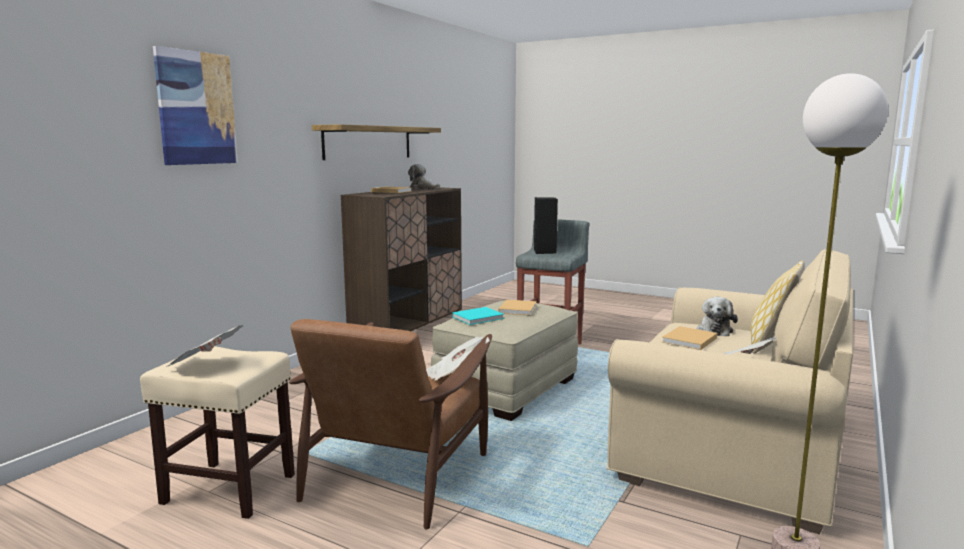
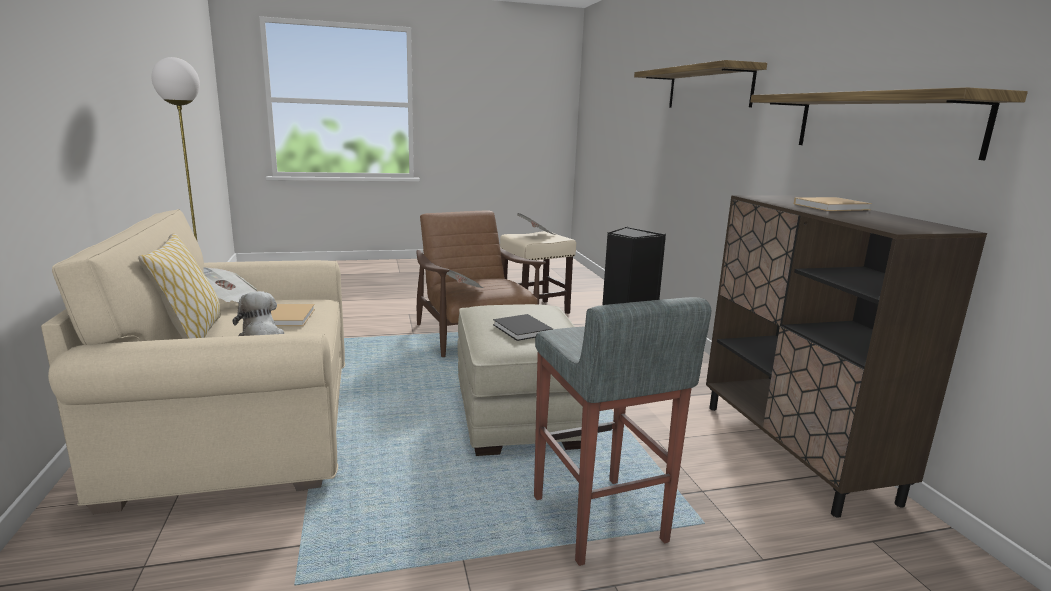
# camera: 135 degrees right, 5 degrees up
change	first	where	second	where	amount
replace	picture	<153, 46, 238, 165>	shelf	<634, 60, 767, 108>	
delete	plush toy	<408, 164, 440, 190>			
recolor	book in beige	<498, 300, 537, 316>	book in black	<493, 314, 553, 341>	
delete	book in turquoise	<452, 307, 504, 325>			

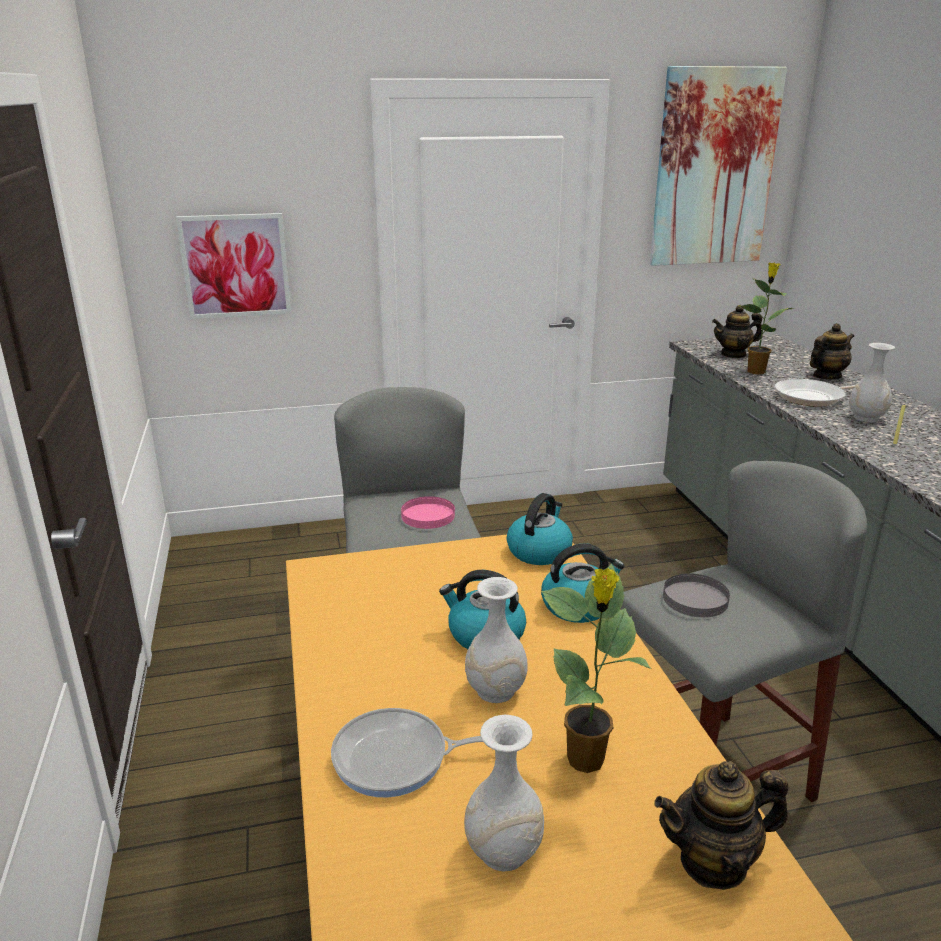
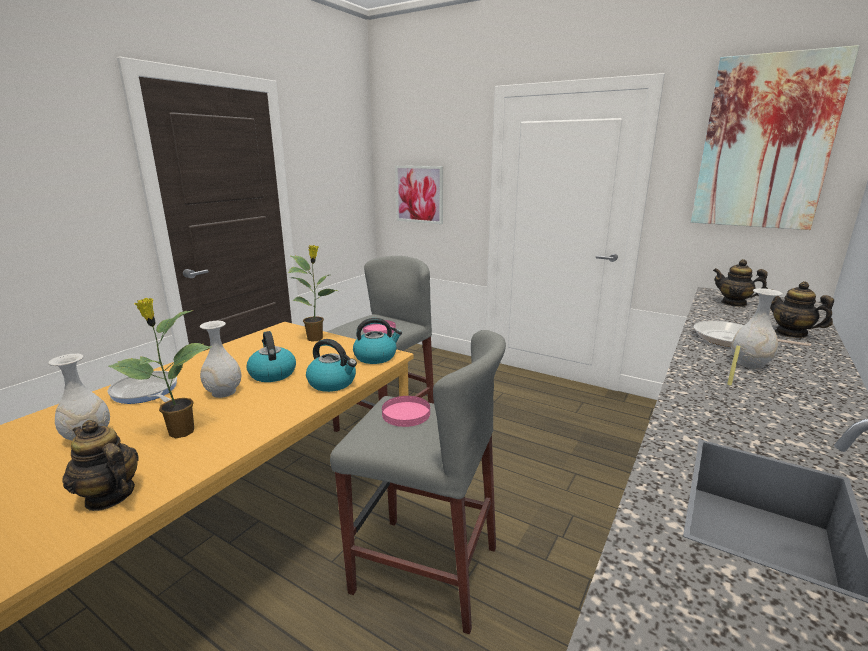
# camera: 45 degrees right, 5 degrees down
change	first	where	second	where	amount
move	potted plant	<738, 262, 793, 375>		<288, 245, 338, 342>	
rotate	teapot	<810, 323, 854, 380>		<770, 281, 834, 338>	135 degrees counterclockwise
recolor	plate in grey	<663, 573, 730, 617>	plate in pink	<382, 396, 430, 427>	

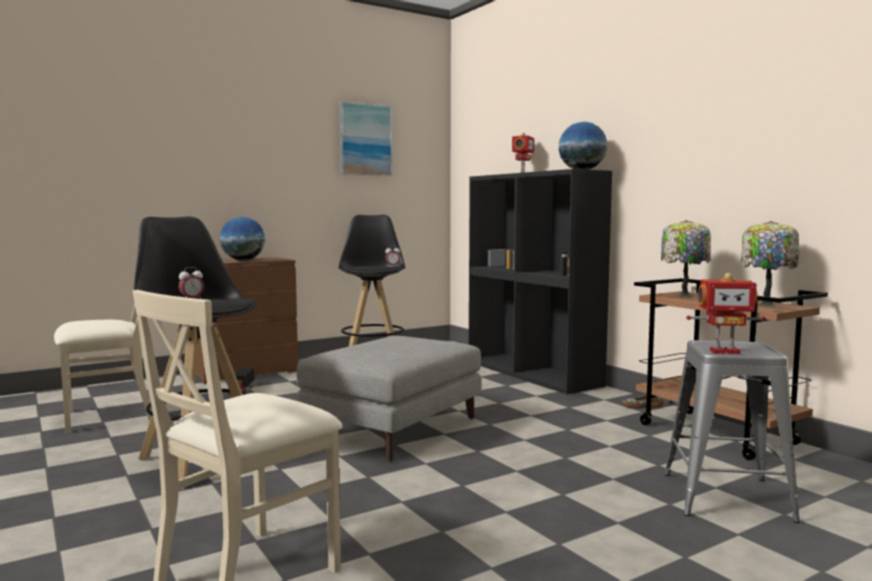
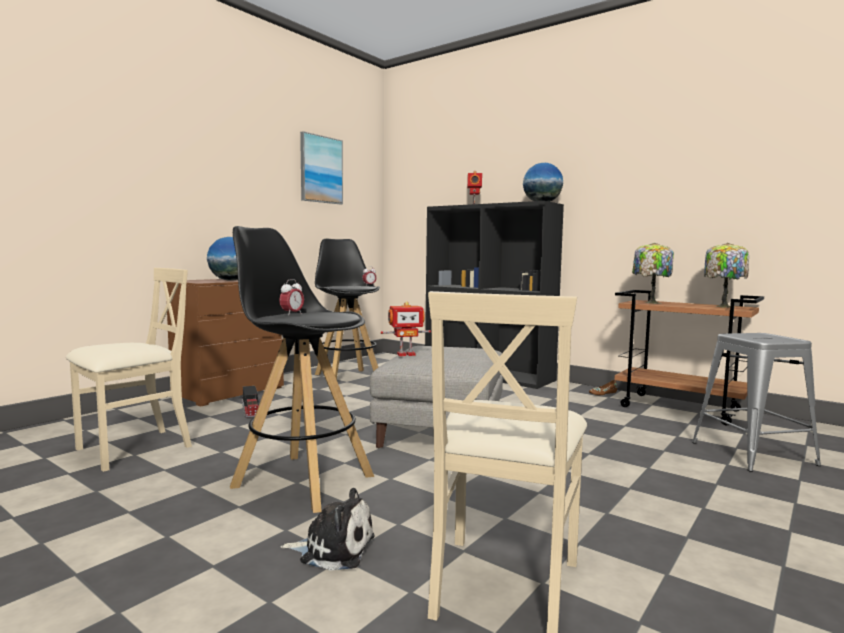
# camera: 20 degrees left, 0 degrees up
change	first	where	second	where	amount
move	toy robot	<686, 273, 766, 354>		<381, 301, 431, 356>	
insert			plush toy	<280, 488, 375, 571>	

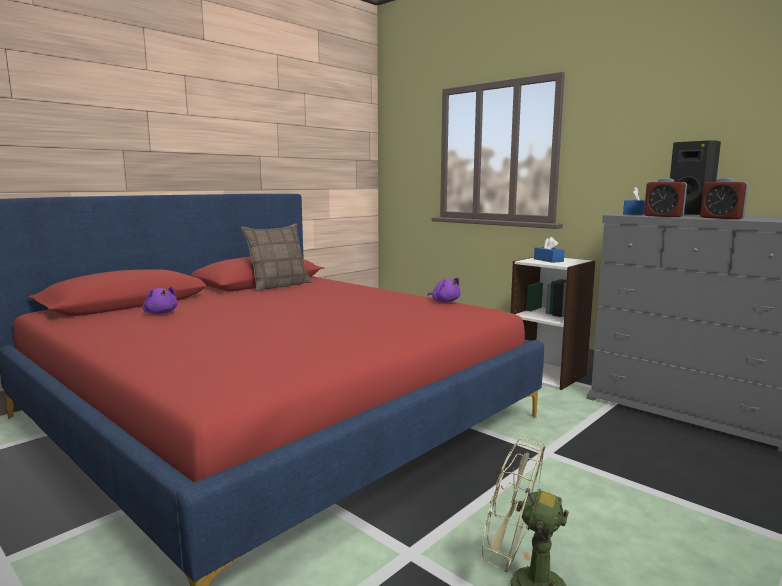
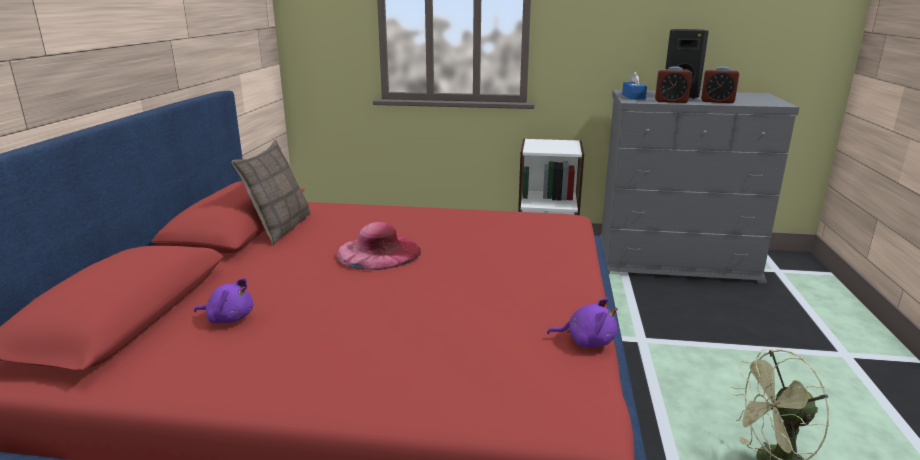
# camera: 35 degrees left, 10 degrees up
change	first	where	second	where	amount
delete	tissue box in blue	<534, 237, 565, 263>			
move	plush toy in purple	<427, 277, 461, 303>		<547, 298, 618, 347>	
insert			hat in pink	<337, 222, 421, 270>	

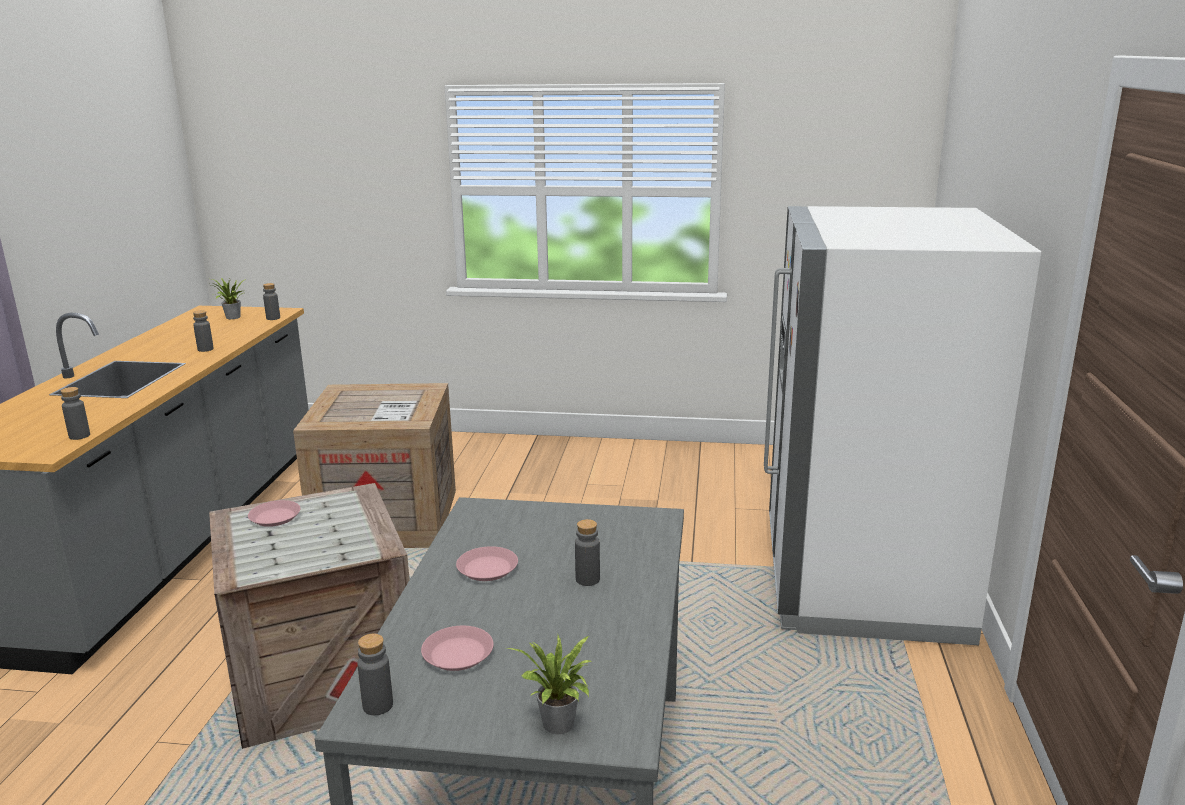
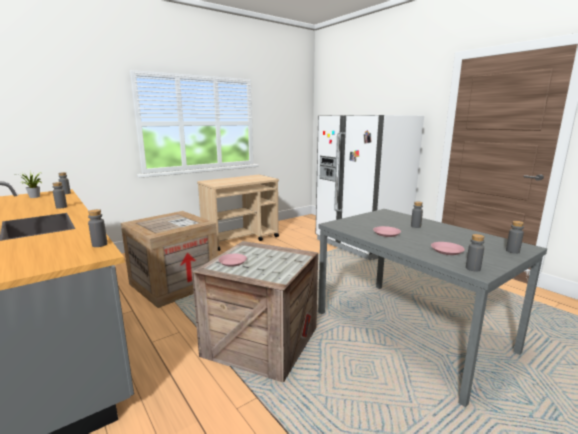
# camera: 45 degrees left, 5 degrees down
change	first	where	second	where	amount
replace	potted plant	<506, 635, 593, 734>	bottle in grey	<506, 221, 524, 254>	
insert			cart in beige	<197, 175, 279, 251>	

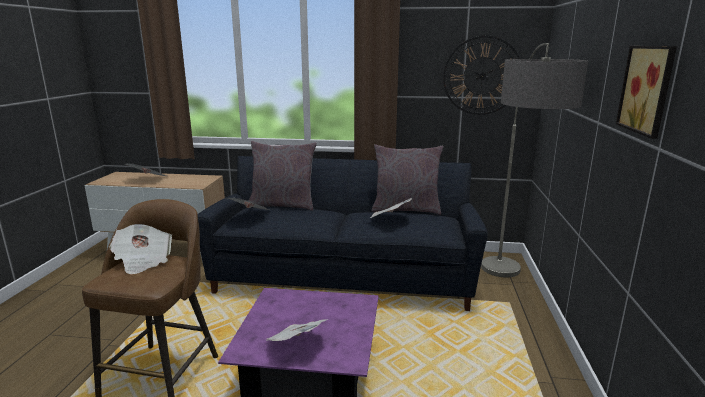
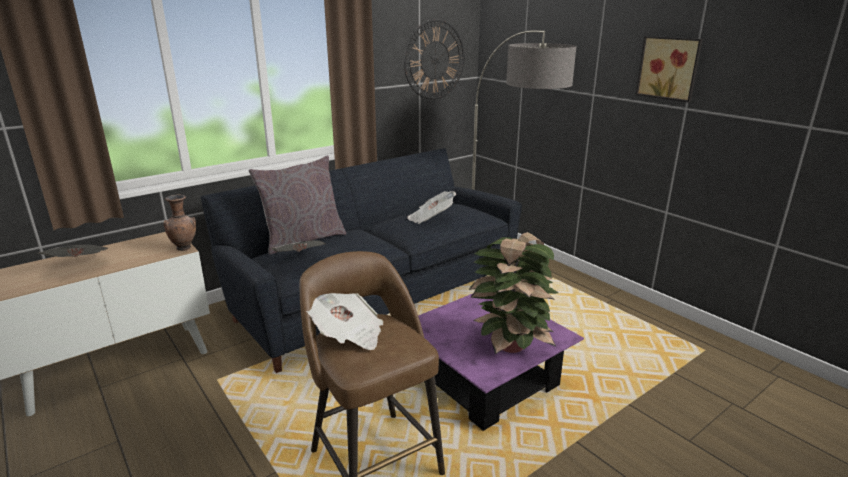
# camera: 45 degrees left, 5 degrees up
change	first	where	second	where	amount
delete	pillow in grey	<372, 144, 443, 215>			
replace	newspaper	<265, 320, 326, 341>	potted plant	<469, 232, 558, 354>	
insert			vase in brown	<163, 195, 196, 251>	

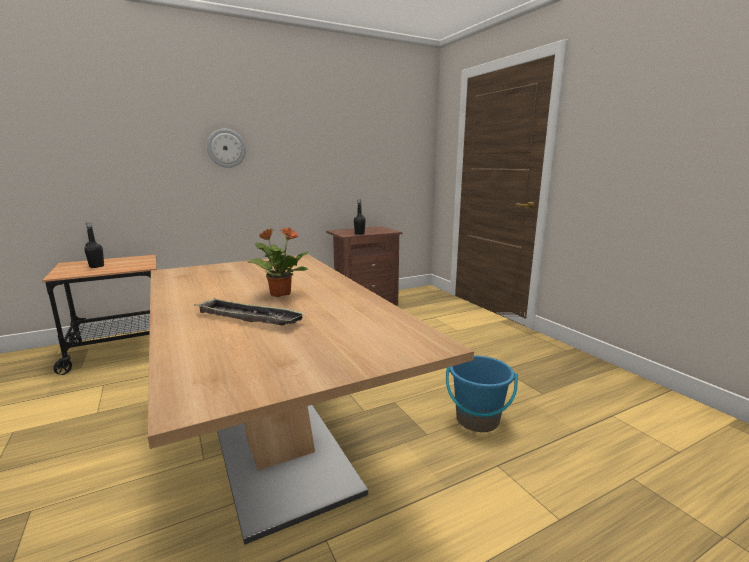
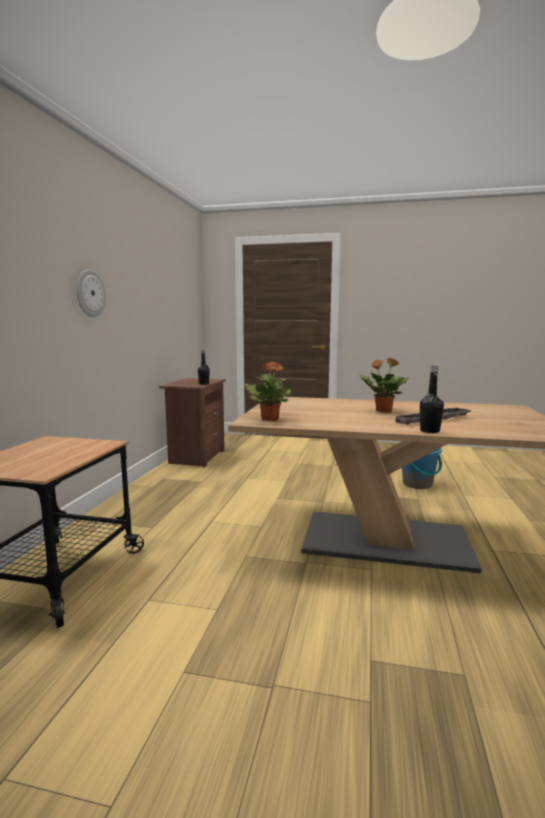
# camera: 50 degrees left, 5 degrees down
change	first	where	second	where	amount
move	bottle in black	<84, 222, 104, 268>		<420, 366, 444, 433>	
insert			potted plant	<245, 362, 292, 421>	

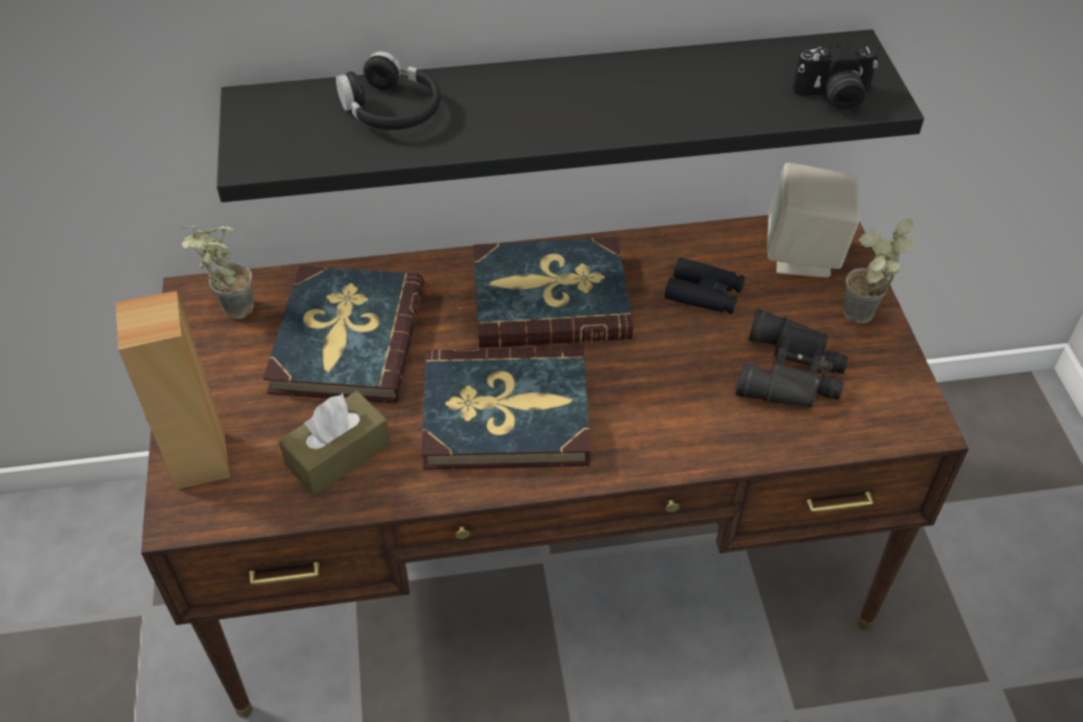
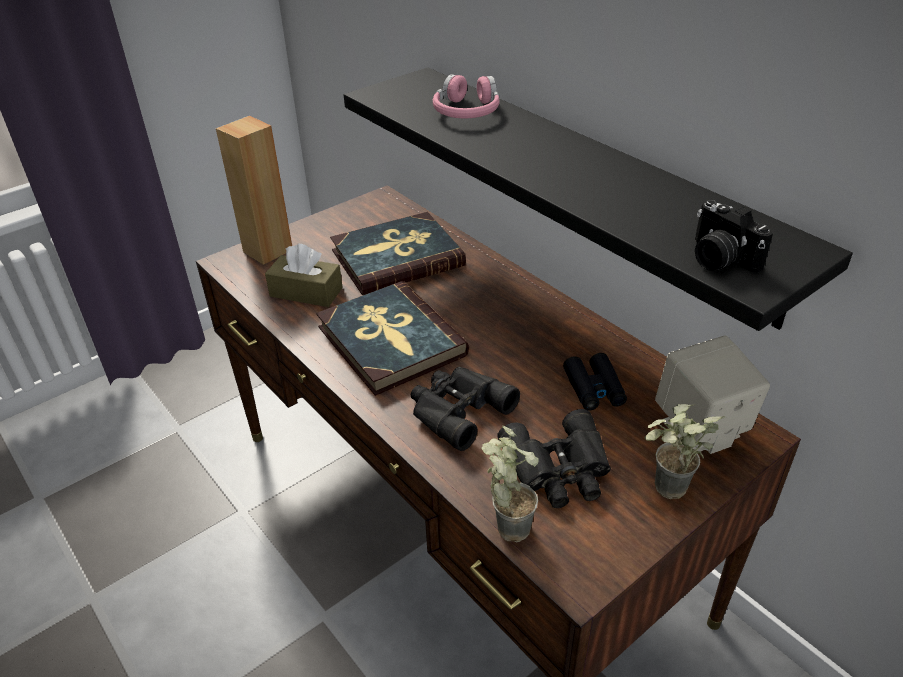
# camera: 60 degrees right, 10 degrees down
change	first	where	second	where	amount
recolor	headphones in black	<336, 51, 441, 130>	headphones in pink	<433, 74, 499, 118>	
move	potted plant	<181, 225, 254, 319>		<481, 426, 539, 542>	
delete	book	<473, 237, 633, 348>			
insert			binoculars in black	<411, 367, 520, 451>	

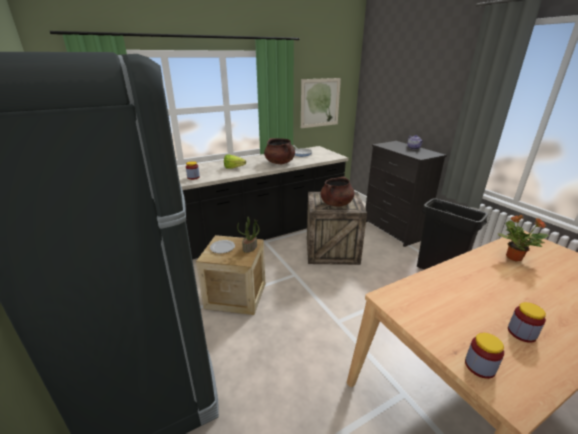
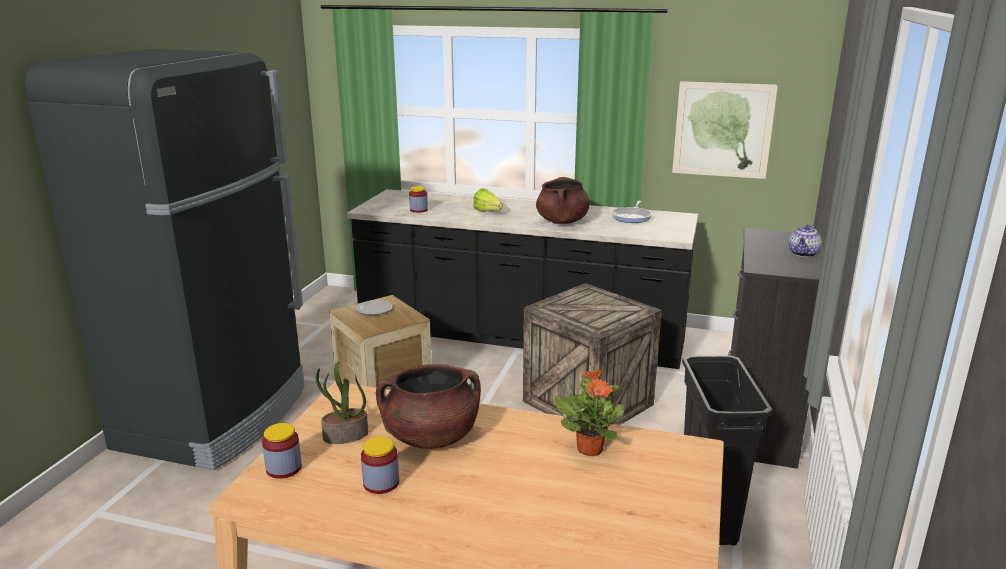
# camera: 45 degrees right, 5 degrees down
change	first	where	second	where	amount
move	cooking pot in brown	<321, 177, 355, 207>		<376, 364, 481, 449>	
move	potted plant	<237, 217, 260, 253>		<316, 363, 368, 444>	

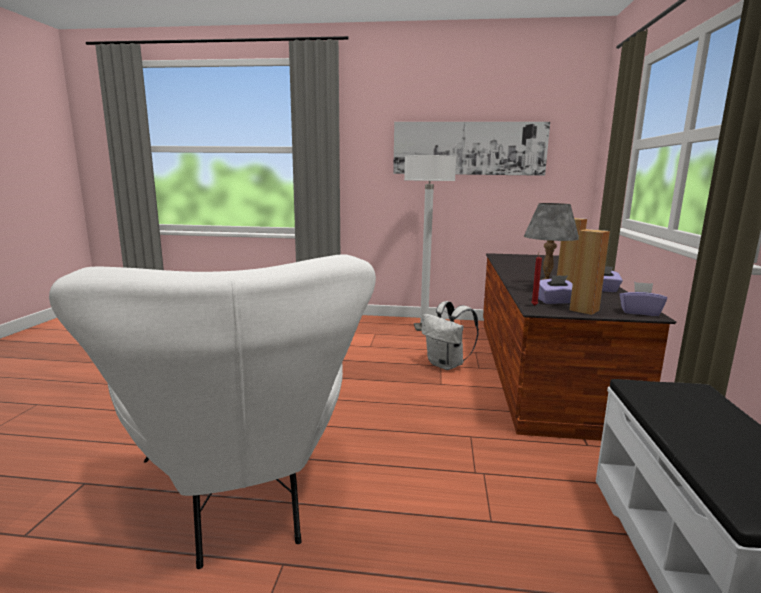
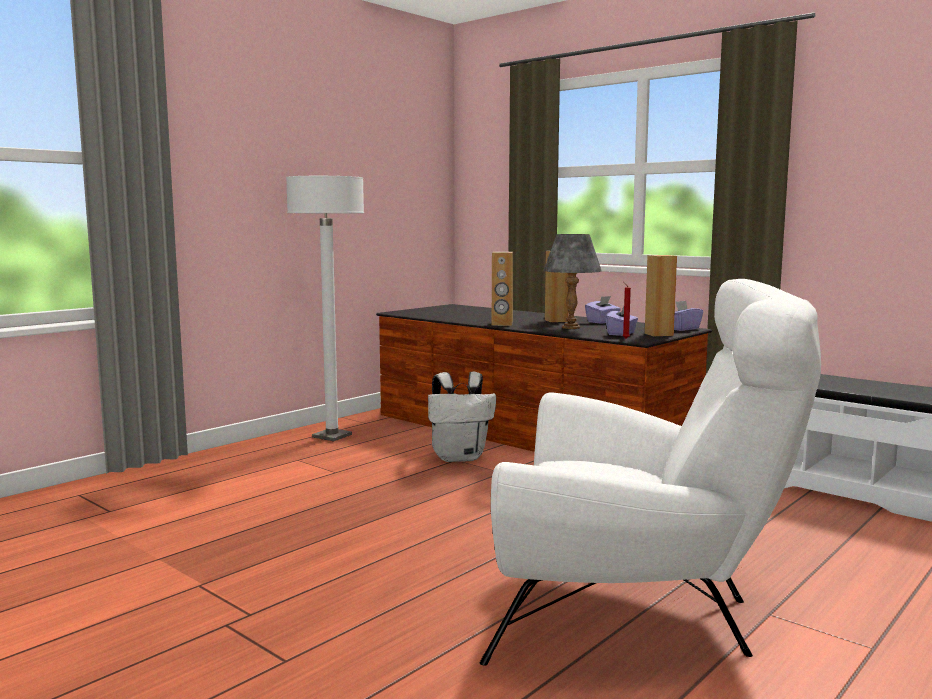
# camera: 55 degrees left, 5 degrees down
change	first	where	second	where	amount
delete	picture	<393, 122, 550, 176>			
insert			speaker in brown	<492, 252, 513, 326>	

